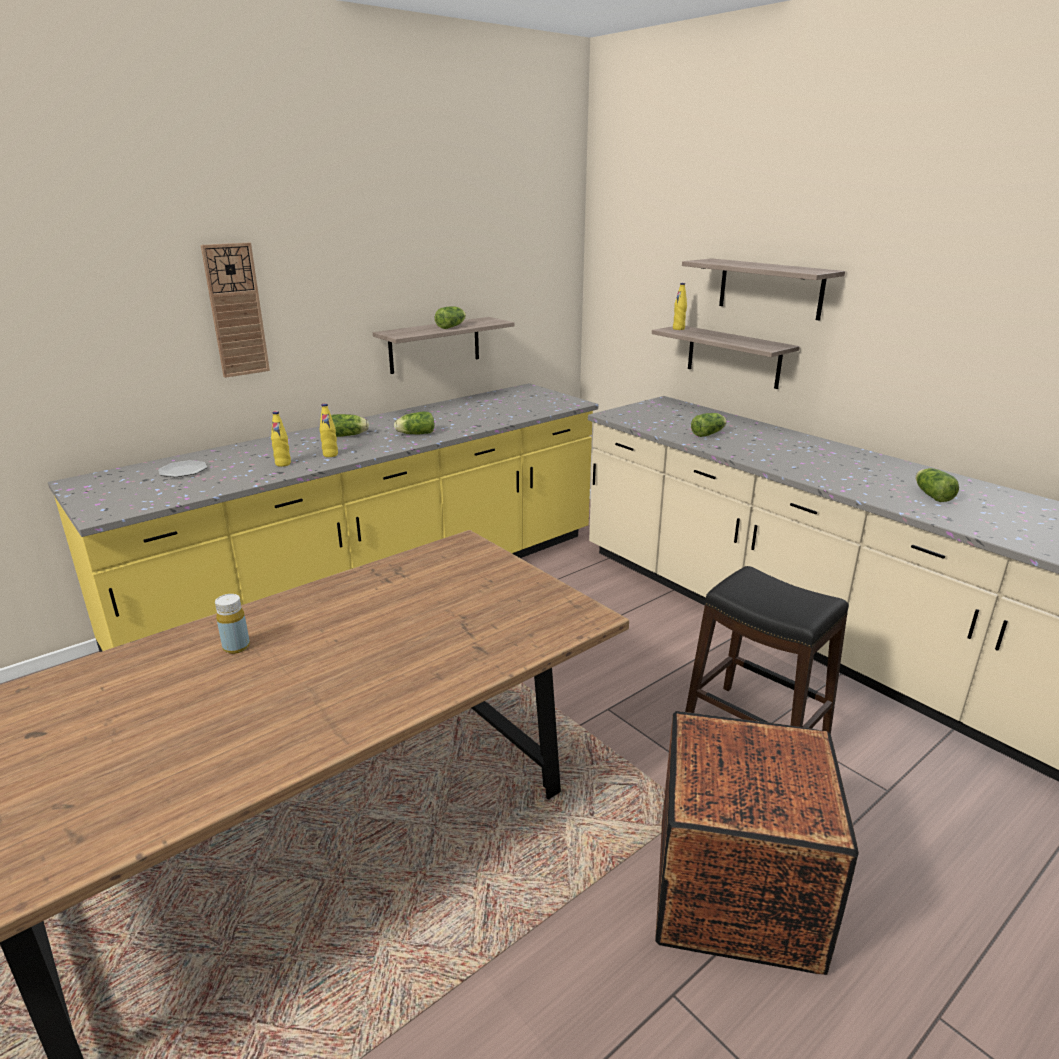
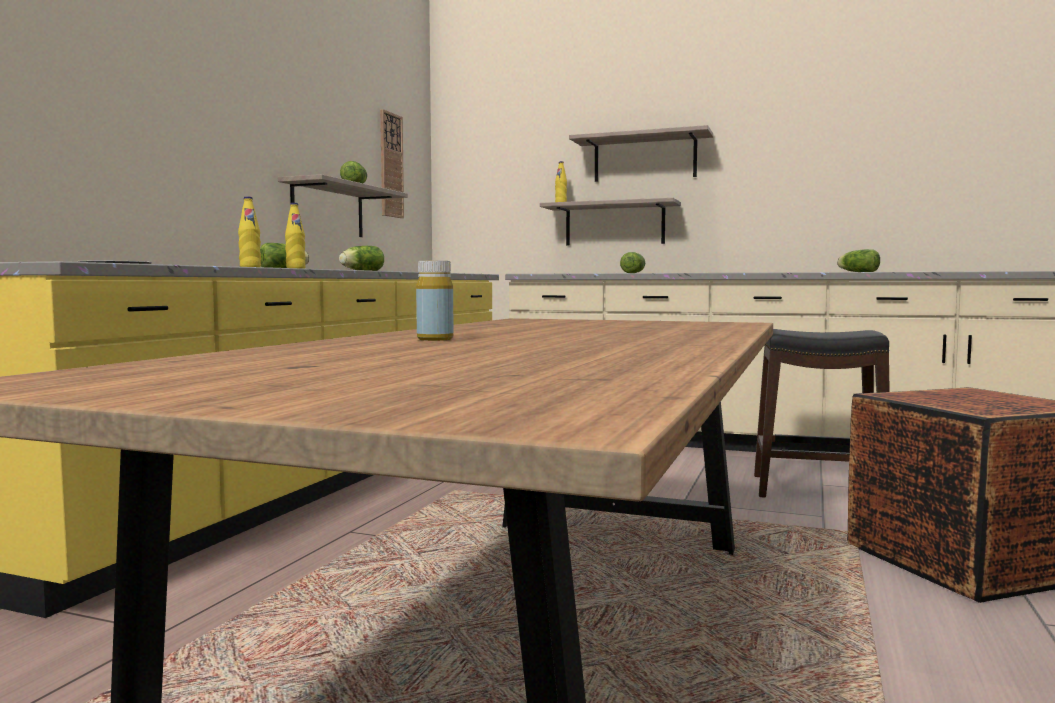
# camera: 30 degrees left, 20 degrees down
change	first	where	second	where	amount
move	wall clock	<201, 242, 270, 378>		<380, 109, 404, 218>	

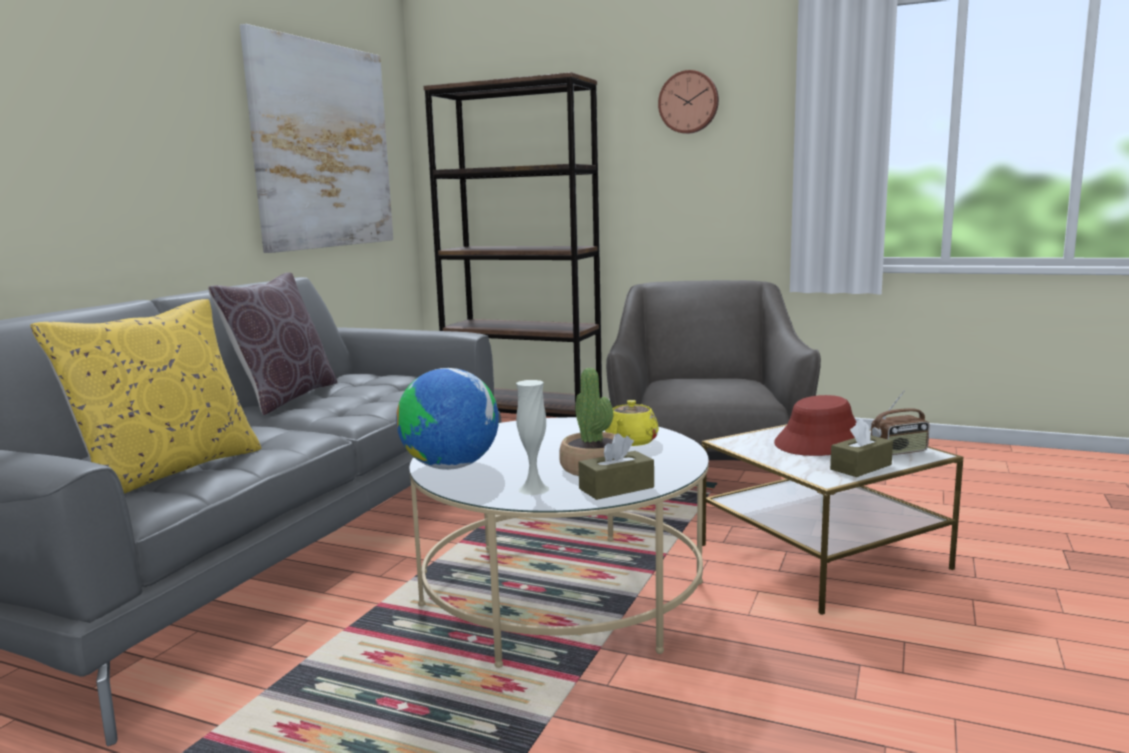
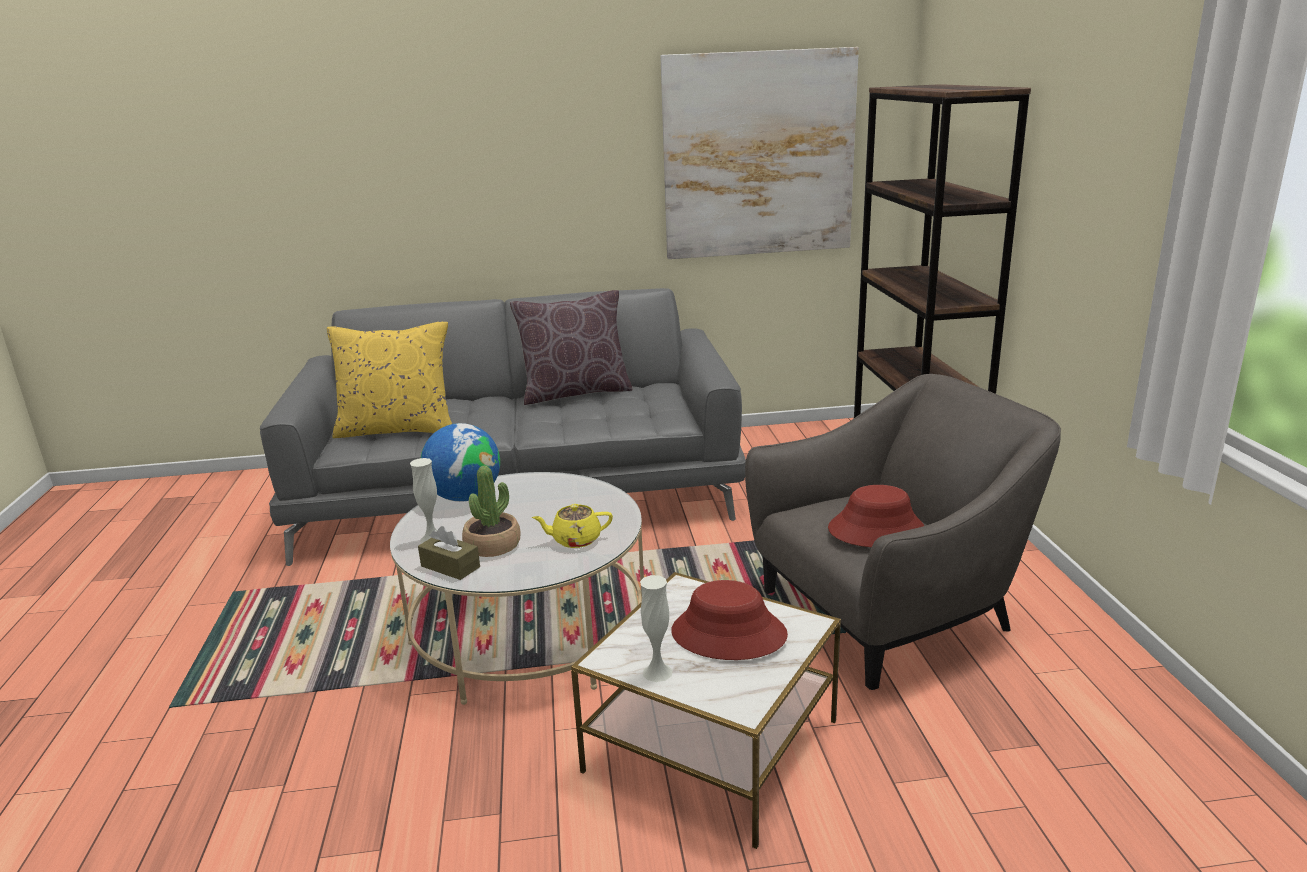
# camera: 60 degrees right, 10 degrees up
change	first	where	second	where	amount
delete	wall clock	<658, 70, 719, 134>			
delete	radio	<871, 391, 930, 455>			
replace	tissue box in brown	<830, 418, 893, 477>	vase in white	<640, 575, 672, 682>	
insert			hat in red	<828, 485, 924, 547>	

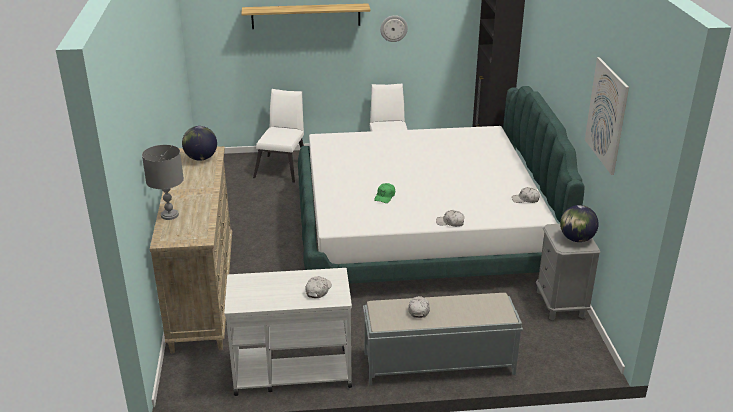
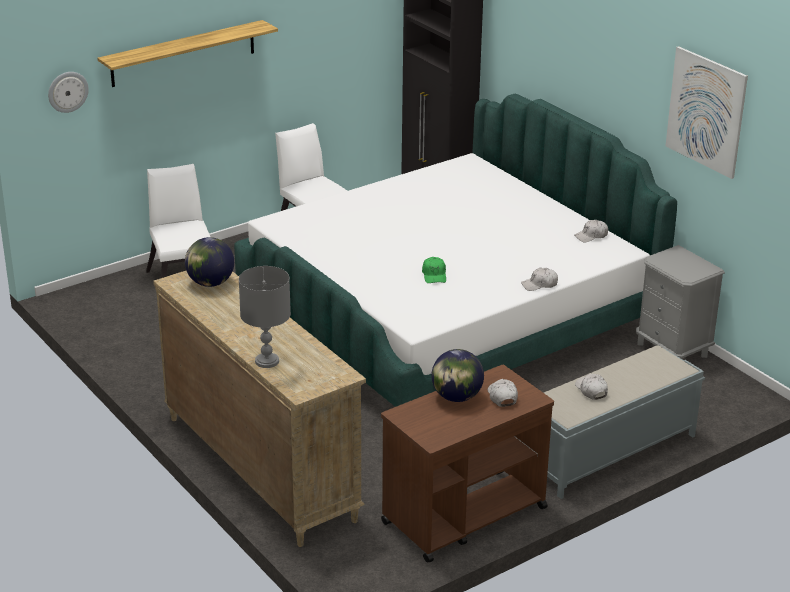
# camera: 30 degrees left, 0 degrees up
change	first	where	second	where	amount
move	wall clock	<380, 15, 408, 42>		<48, 72, 89, 113>	
move	globe	<560, 205, 599, 242>		<431, 349, 484, 402>	
recolor	cart in white	<224, 268, 352, 396>	cart in brown	<381, 365, 554, 563>	

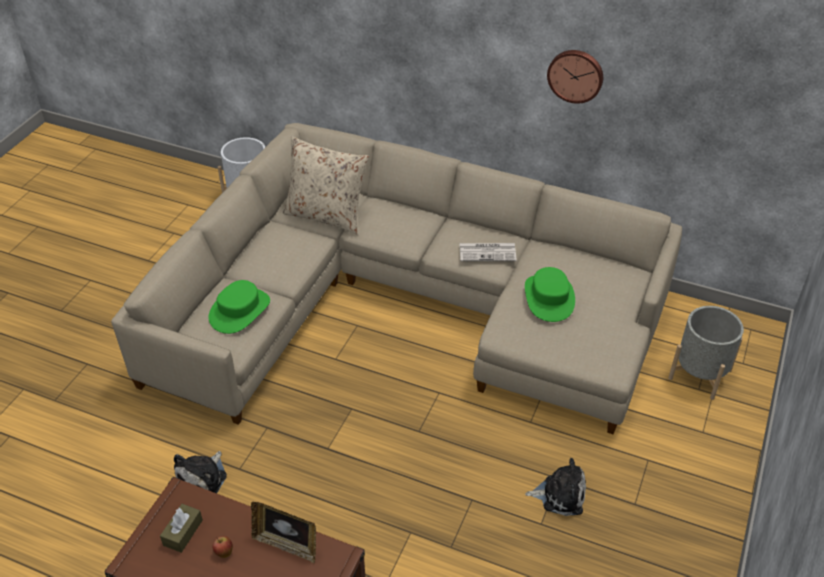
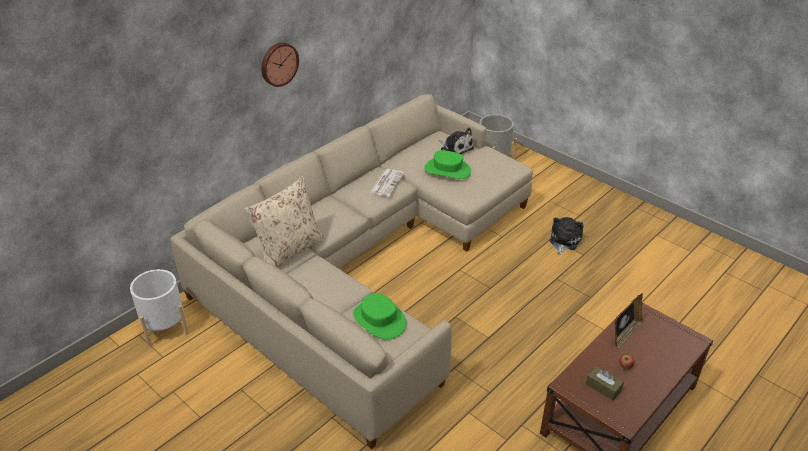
# camera: 70 degrees left, 5 degrees down
change	first	where	second	where	amount
move	wall clock	<547, 50, 603, 104>		<261, 42, 299, 87>	
move	plush toy	<174, 451, 227, 493>		<439, 128, 474, 154>	

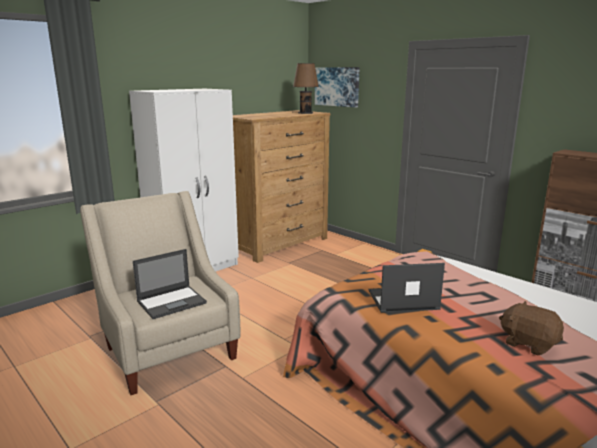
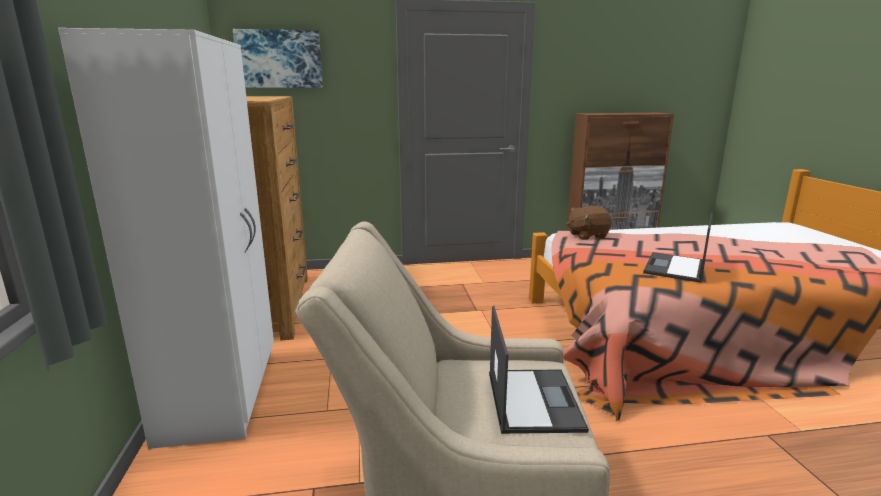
# camera: 55 degrees left, 0 degrees up
change	first	where	second	where	amount
delete	table lamp in brown	<293, 63, 319, 114>			
move	plush toy in brown	<499, 301, 564, 356>		<567, 206, 612, 240>	

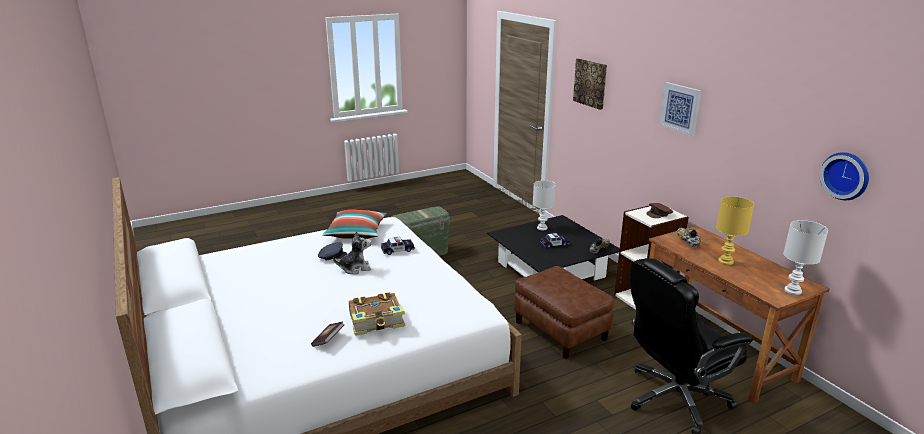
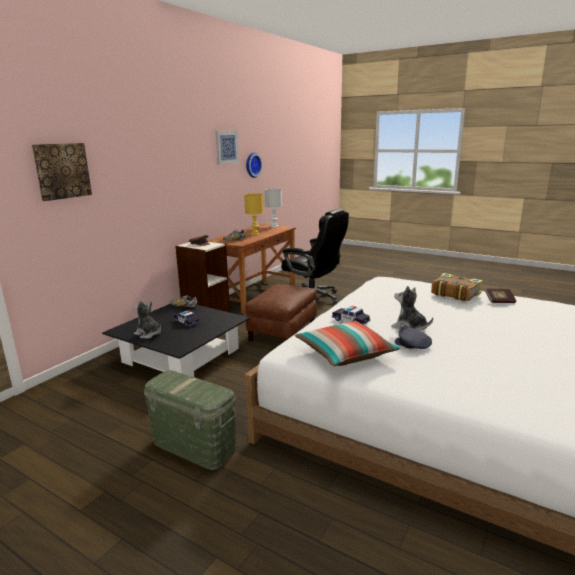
# camera: 120 degrees left, 5 degrees down
change	first	where	second	where	amount
move	picture	<659, 82, 702, 136>		<216, 131, 239, 165>	
replace	table lamp in white	<533, 180, 556, 230>	plush toy	<134, 300, 161, 339>	

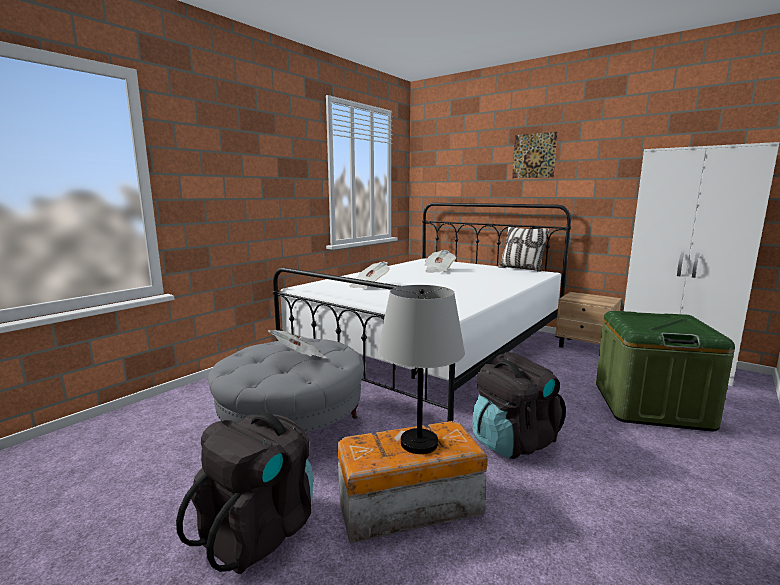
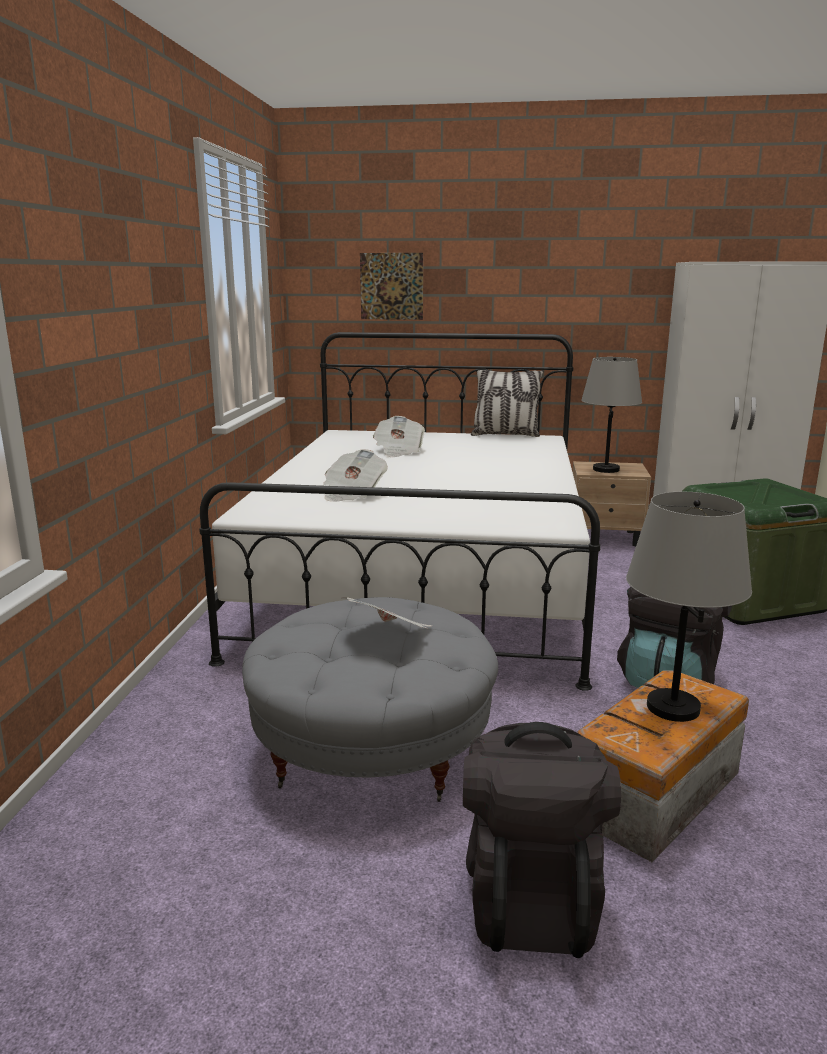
# camera: 30 degrees left, 5 degrees up
change	first	where	second	where	amount
move	picture	<512, 132, 557, 178>		<360, 253, 423, 320>	
insert			table lamp in grey	<581, 357, 642, 473>	

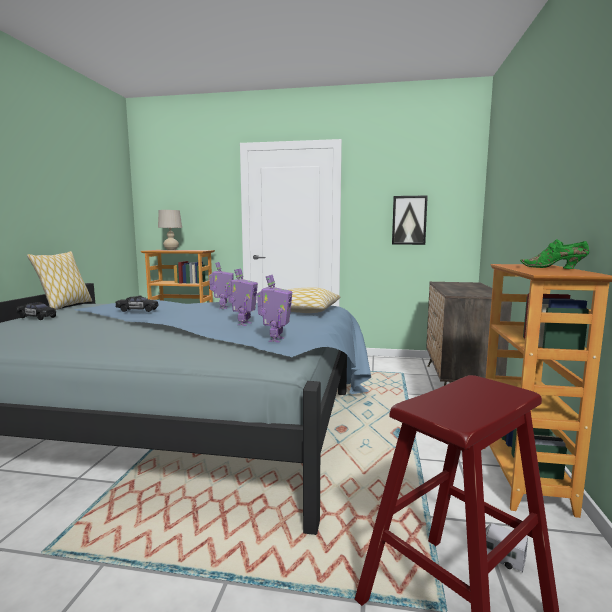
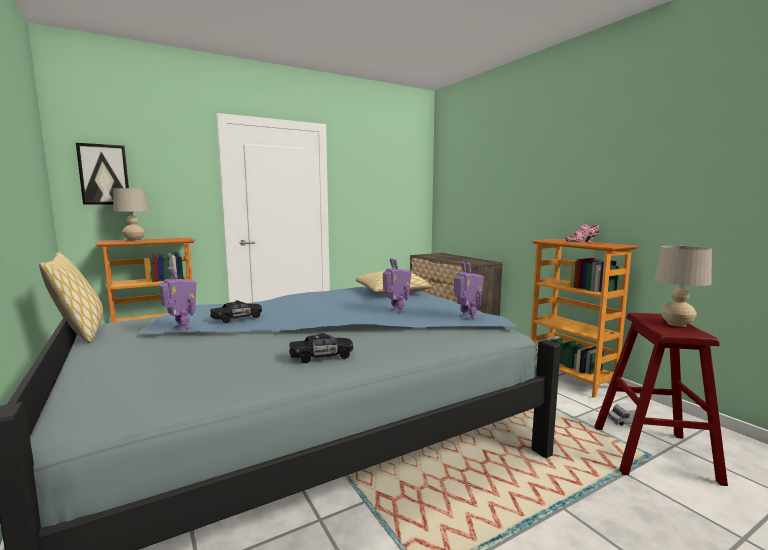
# camera: 40 degrees left, 0 degrees up
change	first	where	second	where	amount
move	picture	<392, 195, 428, 245>		<76, 143, 129, 204>	
recolor	shoe in green	<520, 239, 589, 269>	shoe in pink	<565, 224, 599, 242>	
move	toy robot	<209, 262, 234, 309>		<159, 267, 196, 331>	
move	toy car in black	<16, 302, 56, 320>		<289, 333, 353, 363>	
insert			table lamp in beige	<655, 246, 712, 327>	

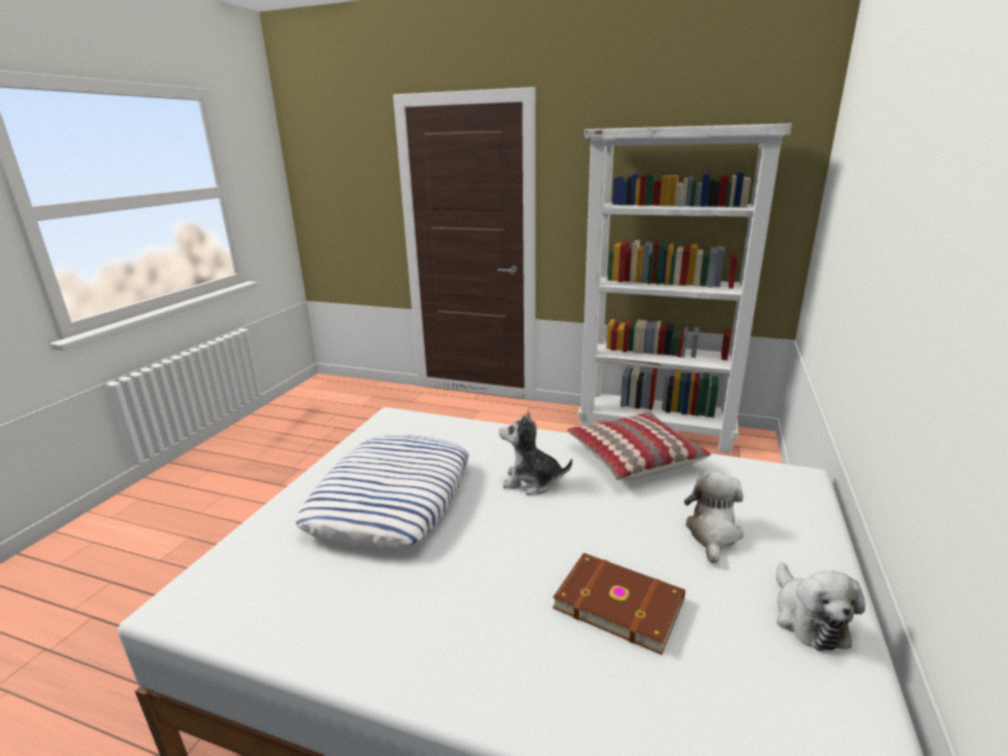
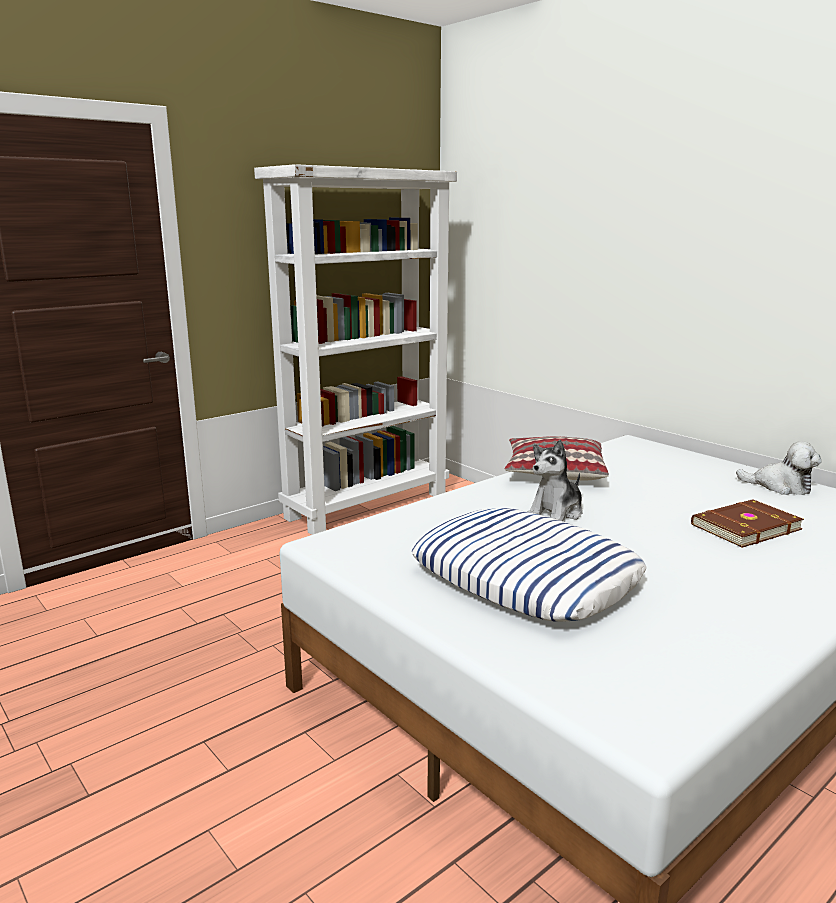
# camera: 60 degrees left, 5 degrees down
change	first	where	second	where	amount
delete	plush toy	<684, 472, 744, 564>			

